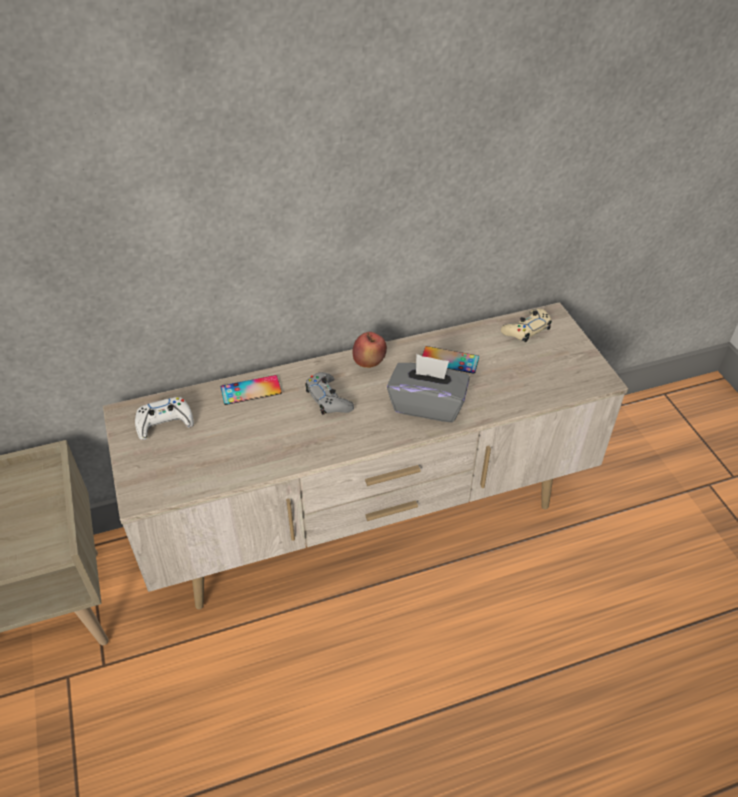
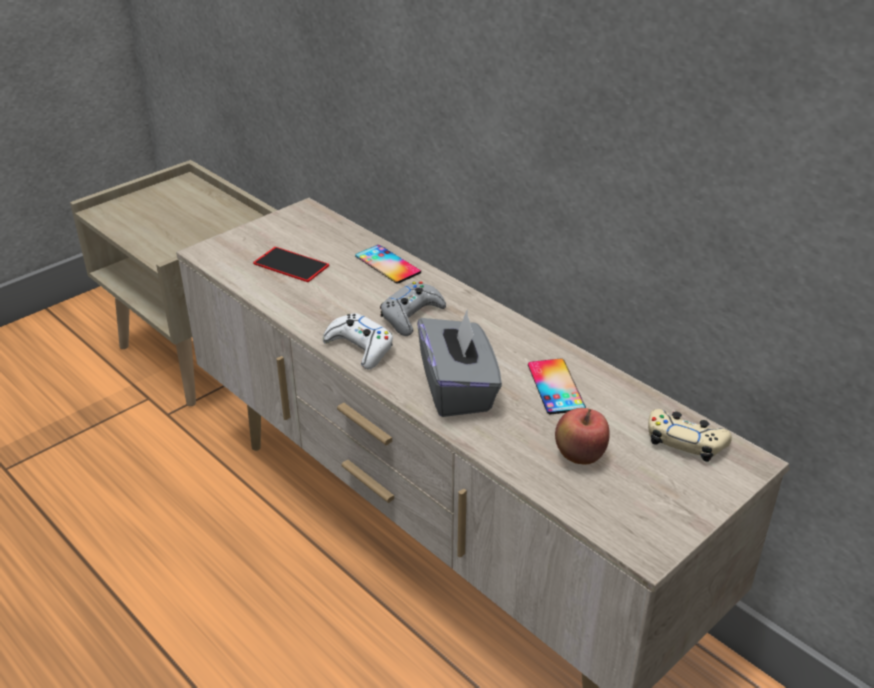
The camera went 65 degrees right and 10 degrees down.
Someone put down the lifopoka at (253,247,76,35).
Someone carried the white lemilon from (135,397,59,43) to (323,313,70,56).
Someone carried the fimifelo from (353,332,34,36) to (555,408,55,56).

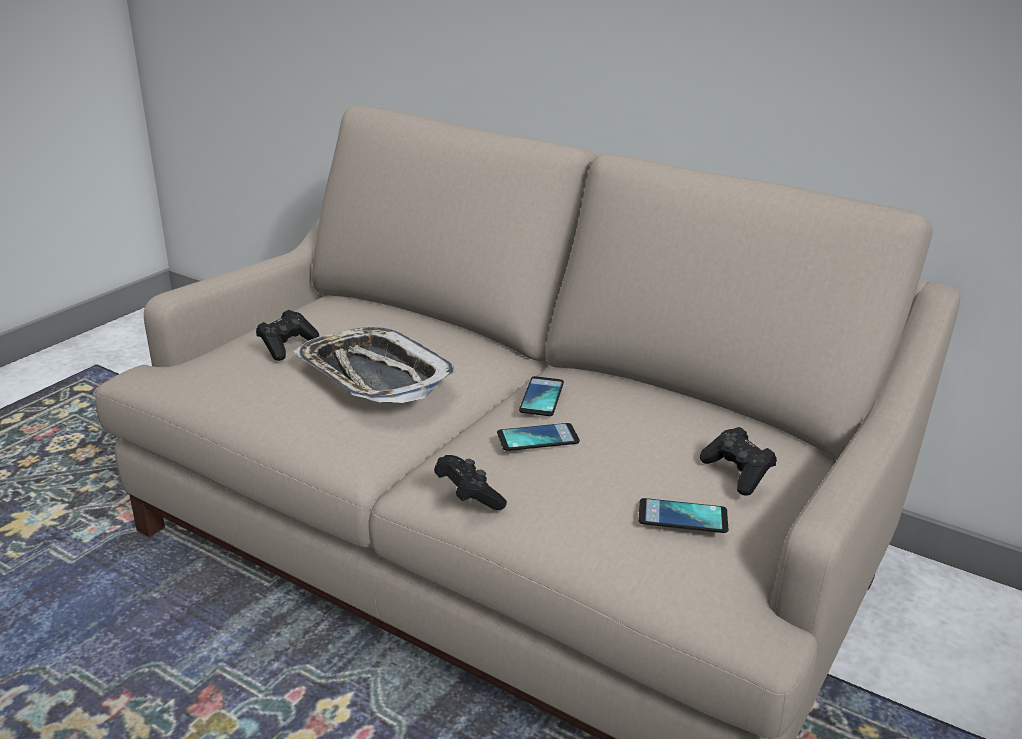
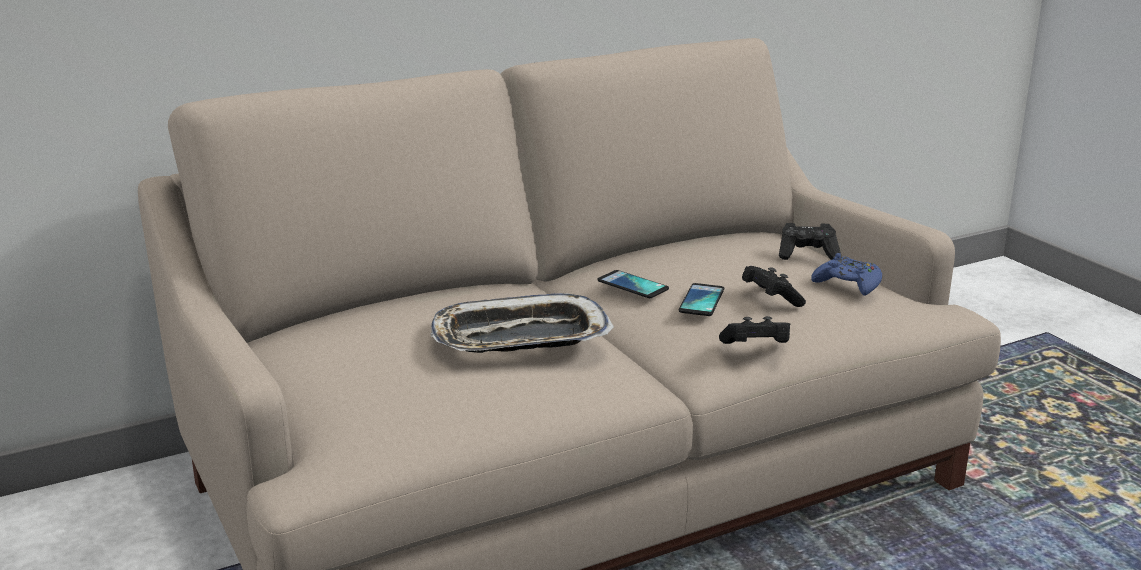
The camera went 60 degrees left and 5 degrees down.
Someone carried the black lemilon from (256,310,63,51) to (742,266,64,41).
Someone swapped the lifopoka at (638,498,90,35) for the blue lemilon at (811,253,71,43).

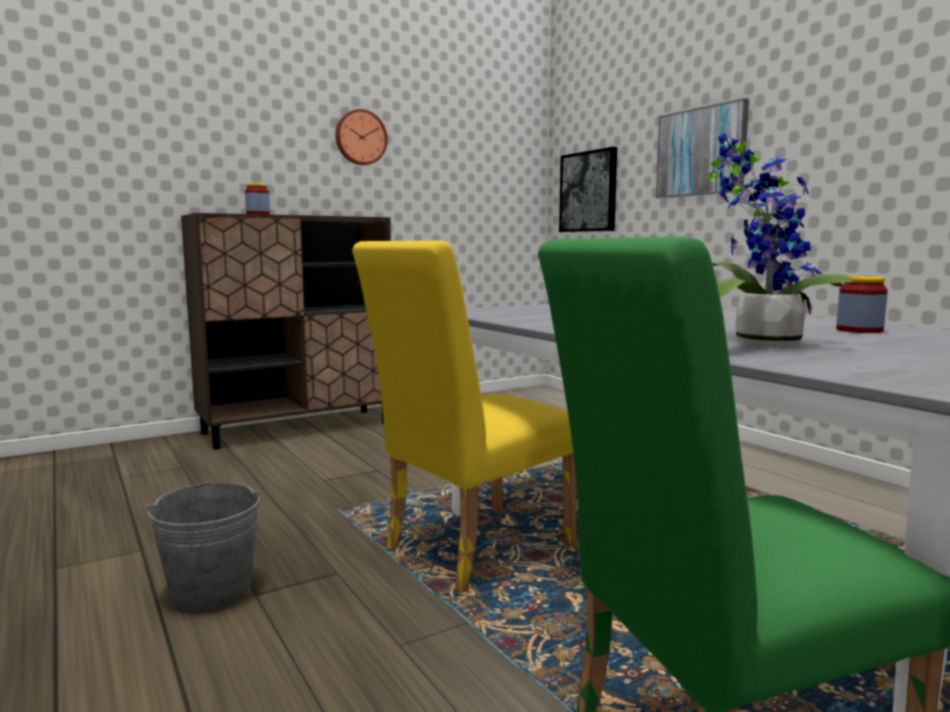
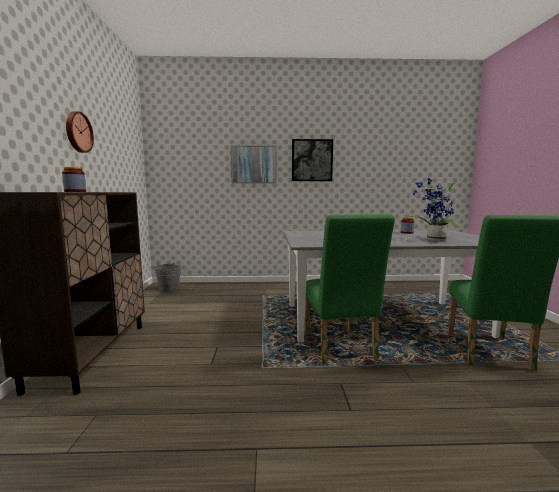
The camera went 60 degrees left and 0 degrees up.
Someone carried the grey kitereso from (146,482,115,131) to (155,263,26,29).
Someone carried the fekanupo from (559,147,58,85) to (292,139,41,42).
Someone repainted the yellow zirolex at (352,241,225,352), which became the green zirolex at (305,214,90,151).

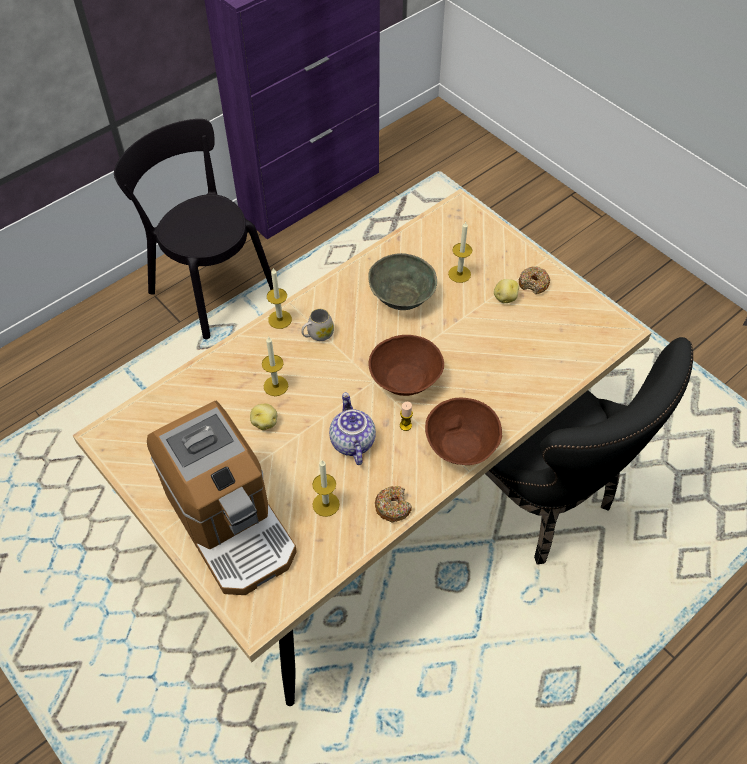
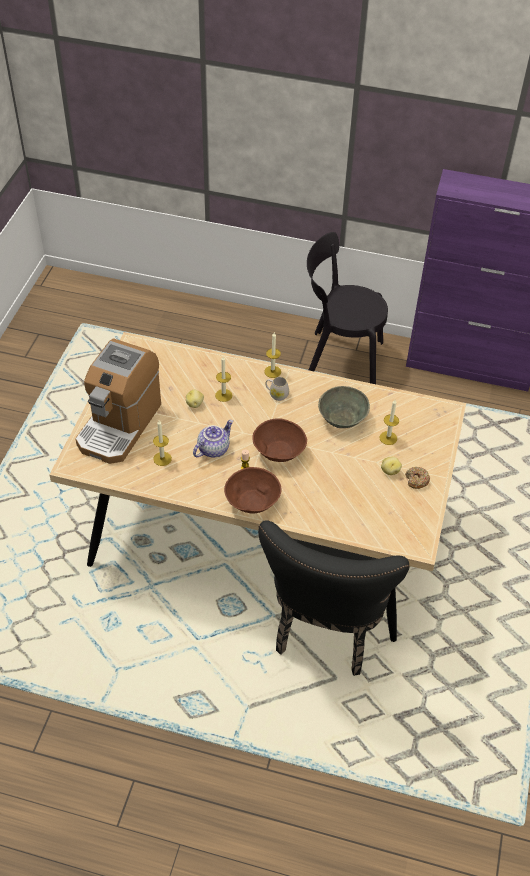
The camera went 55 degrees right and 5 degrees down.
Someone rotated the black zirolex at (114,119,159,220) by 90 degrees counterclockwise.
Someone took away the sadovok at (375,486,37,36).

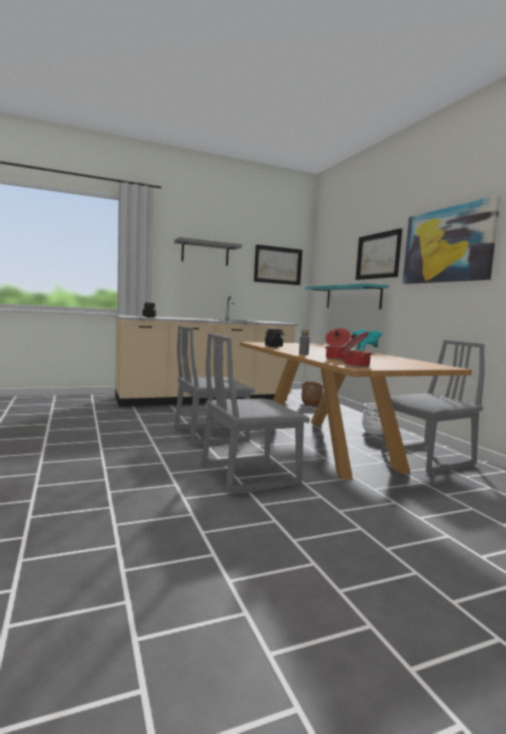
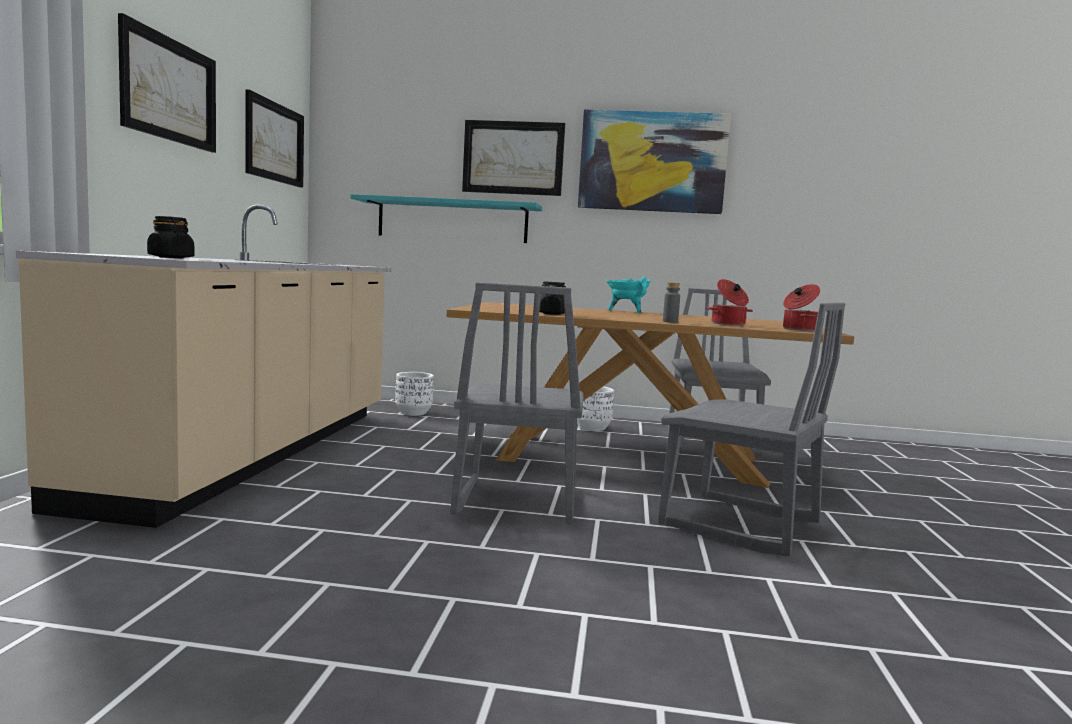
The camera went 60 degrees left and 0 degrees up.
Someone swapped the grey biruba at (174,237,68,29) for the fekanupo at (118,13,98,140).
Someone repainted the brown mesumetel at (301,382,22,24), which became the white mesumetel at (395,372,39,44).
Someone rotated the grey zirolex at (201,333,109,161) by 60 degrees counterclockwise.

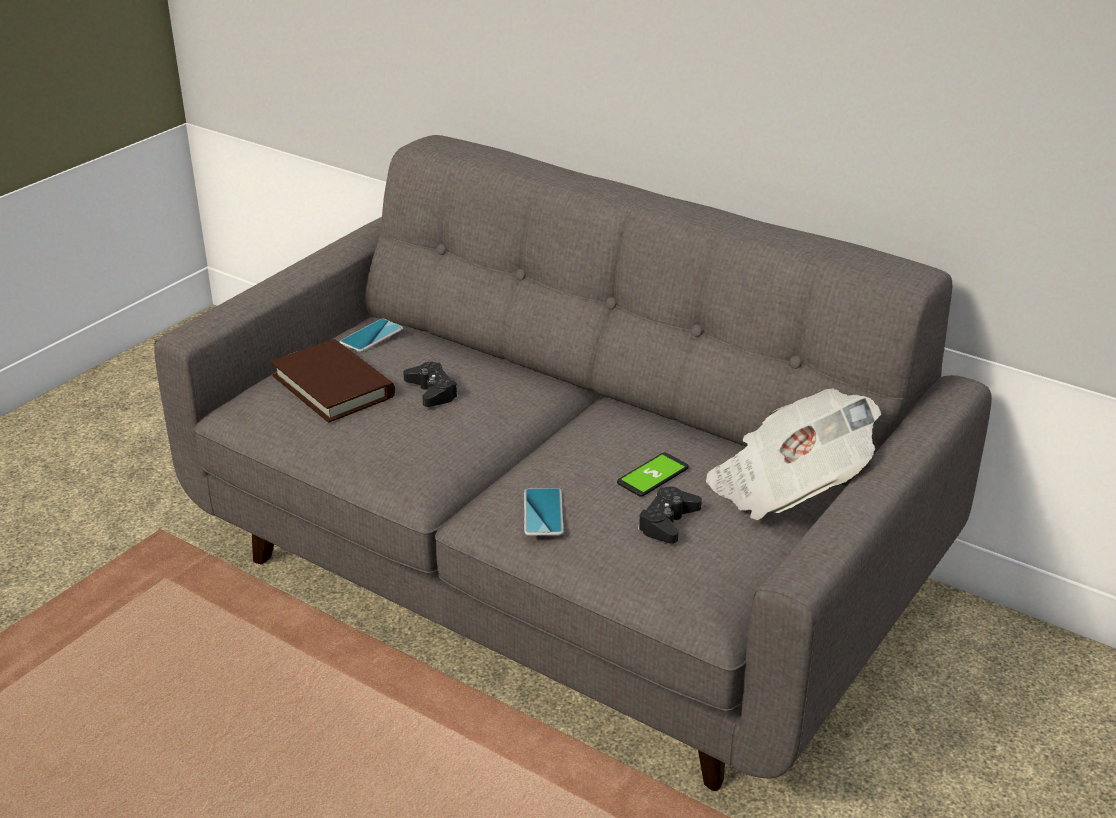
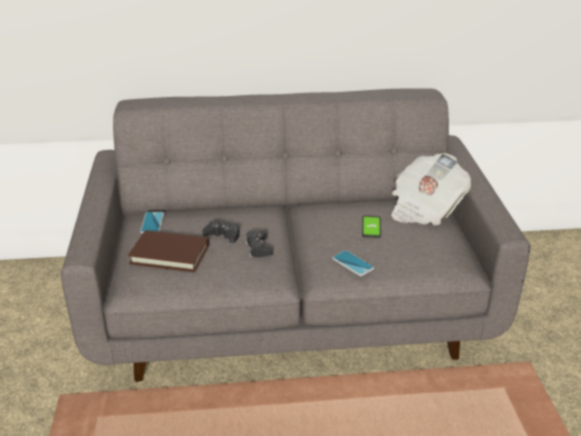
The camera went 40 degrees left and 0 degrees up.
Someone carried the black lemilon from (638,487,64,57) to (245,230,29,28).

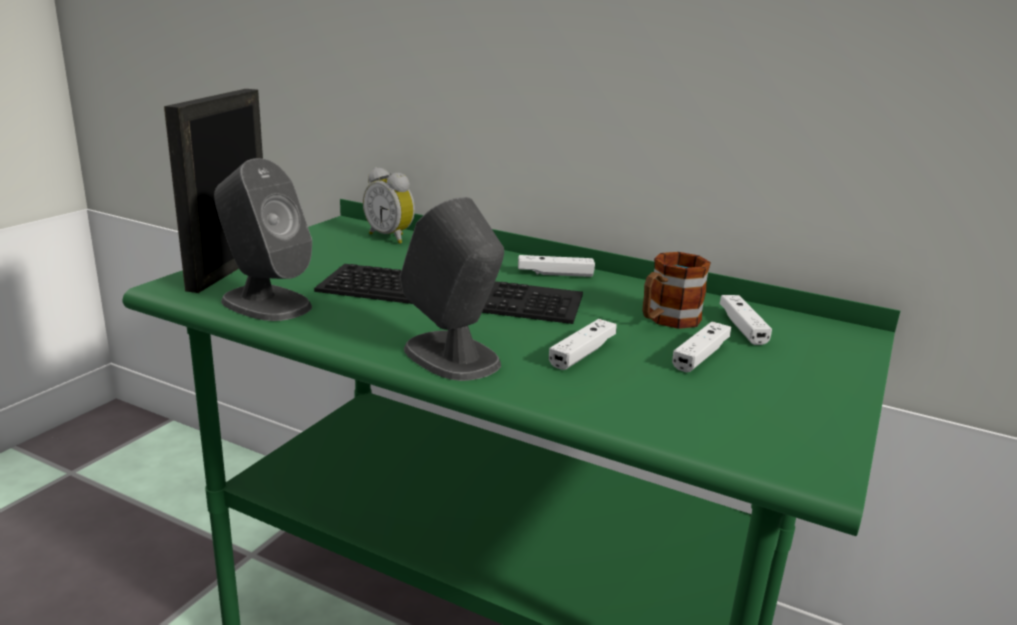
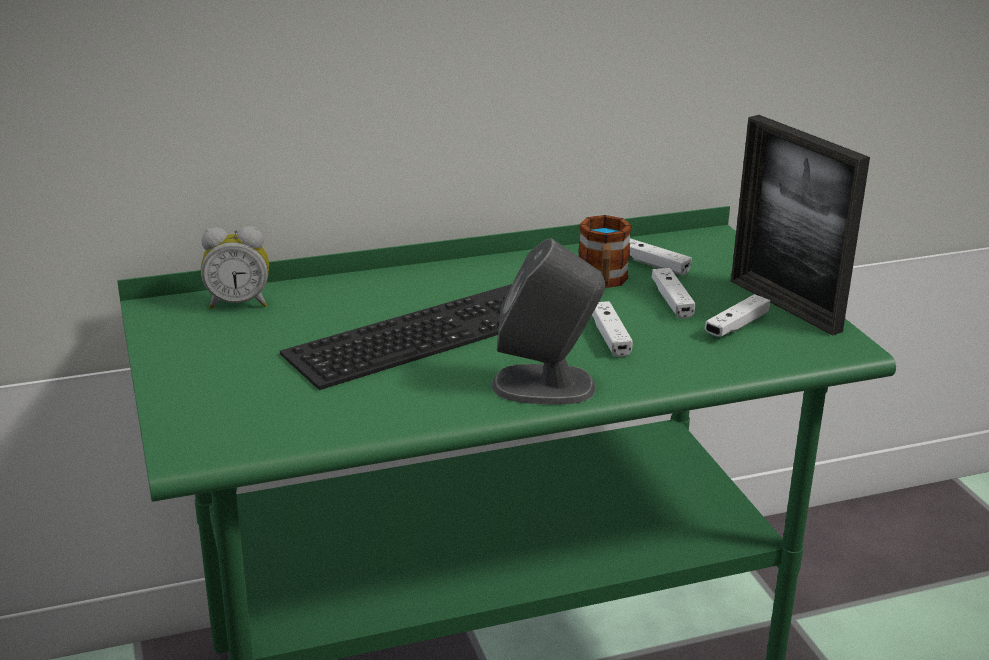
The camera went 45 degrees left and 5 degrees up.
Someone carried the white lemilon from (518,255,77,22) to (705,294,65,43).
Someone carried the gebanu from (164,89,99,204) to (731,115,139,221).
Someone took away the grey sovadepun at (214,158,98,163).

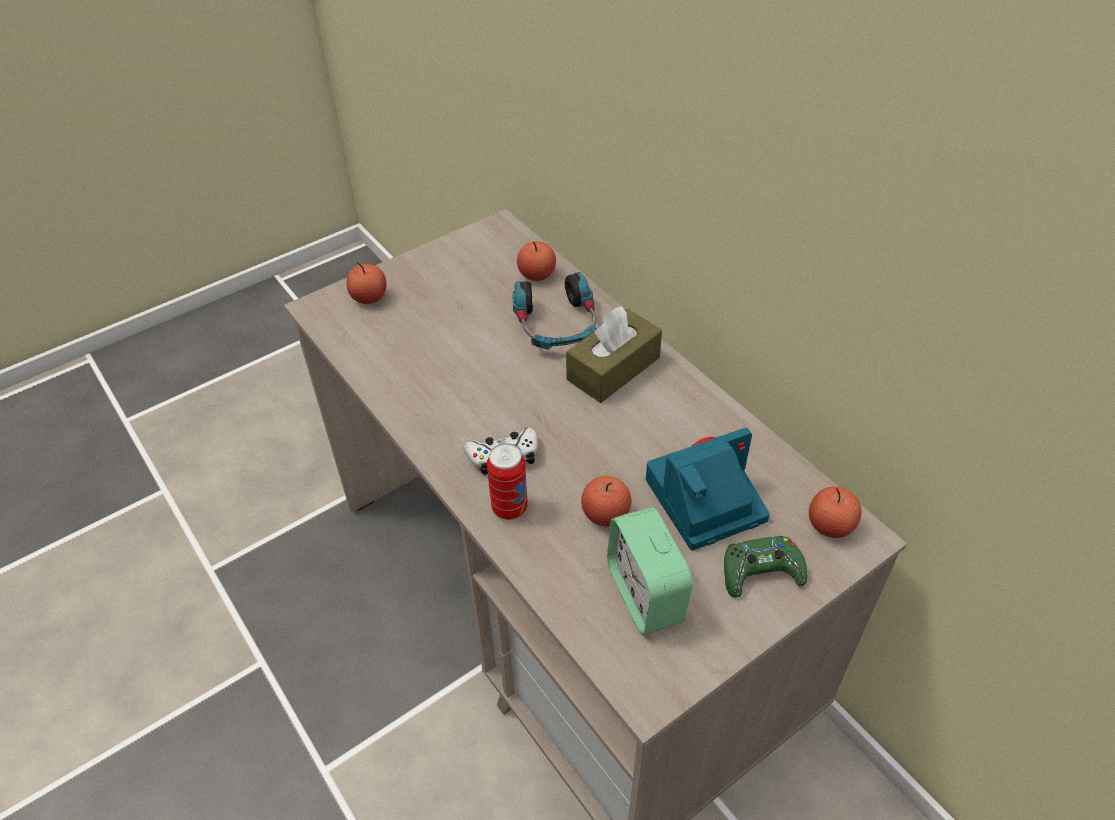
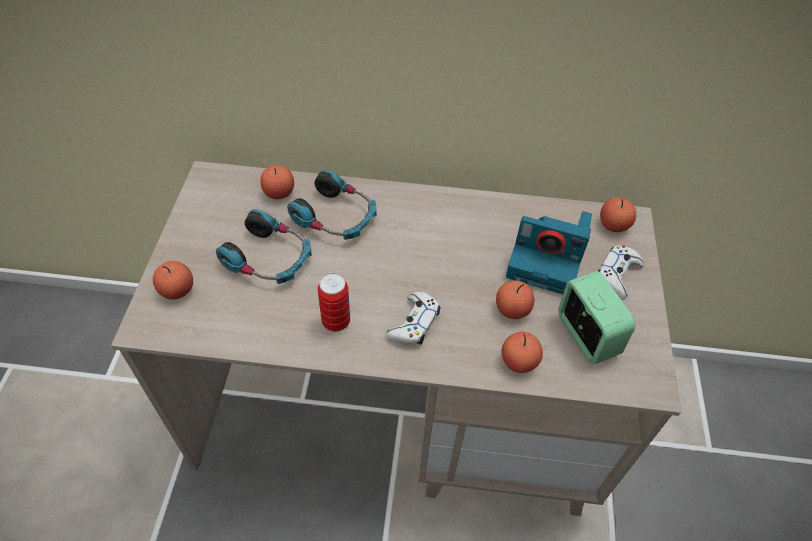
The camera went 50 degrees left and 5 degrees up.
Someone put down the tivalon at (216,209,95,75).
Someone carried the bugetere from (487,443,41,77) to (318,273,32,59).
Someone put down the fimifelo at (501,332,42,41).
Someone rotated the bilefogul at (646,428,124,123) by 90 degrees counterclockwise.
Someone rotated the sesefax at (607,507,86,128) by 135 degrees counterclockwise.
Someone repainted the green lemilon at (724,536,83,61), which became the white lemilon at (598,245,46,55).
Someone took away the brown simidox at (566,306,96,97).

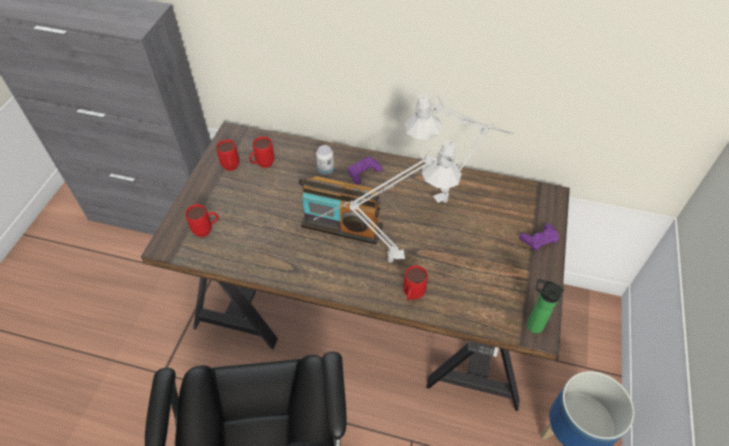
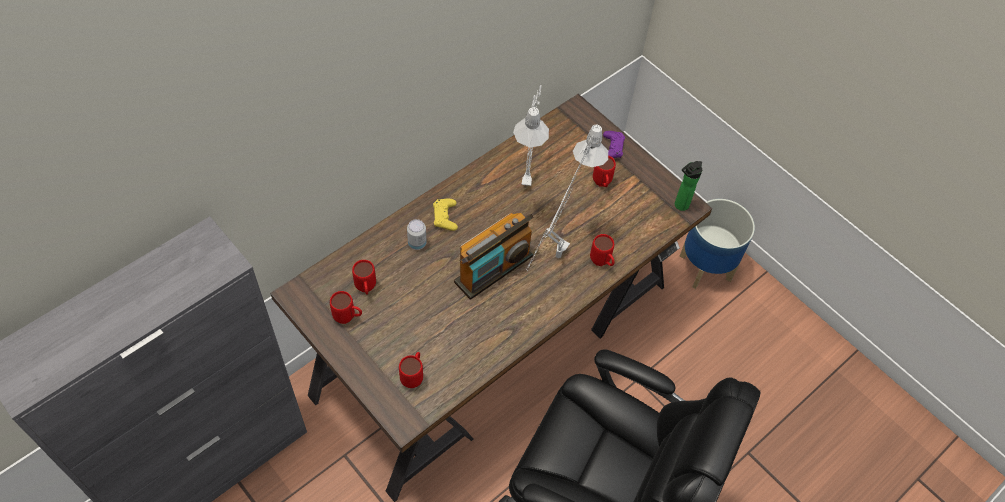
The camera went 60 degrees left and 5 degrees up.
Someone repainted the purple lemilon at (348,157,34,28), which became the yellow lemilon at (433,198,25,33).
Someone put down the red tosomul at (593,155,23,32).

